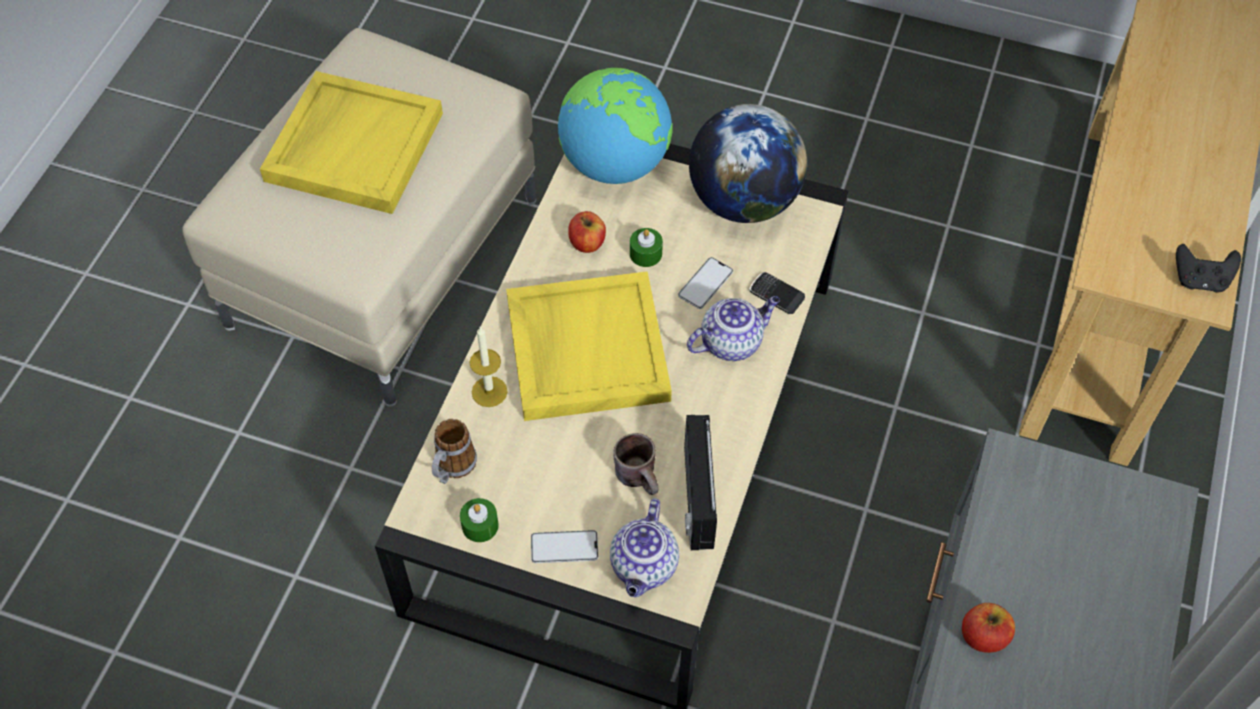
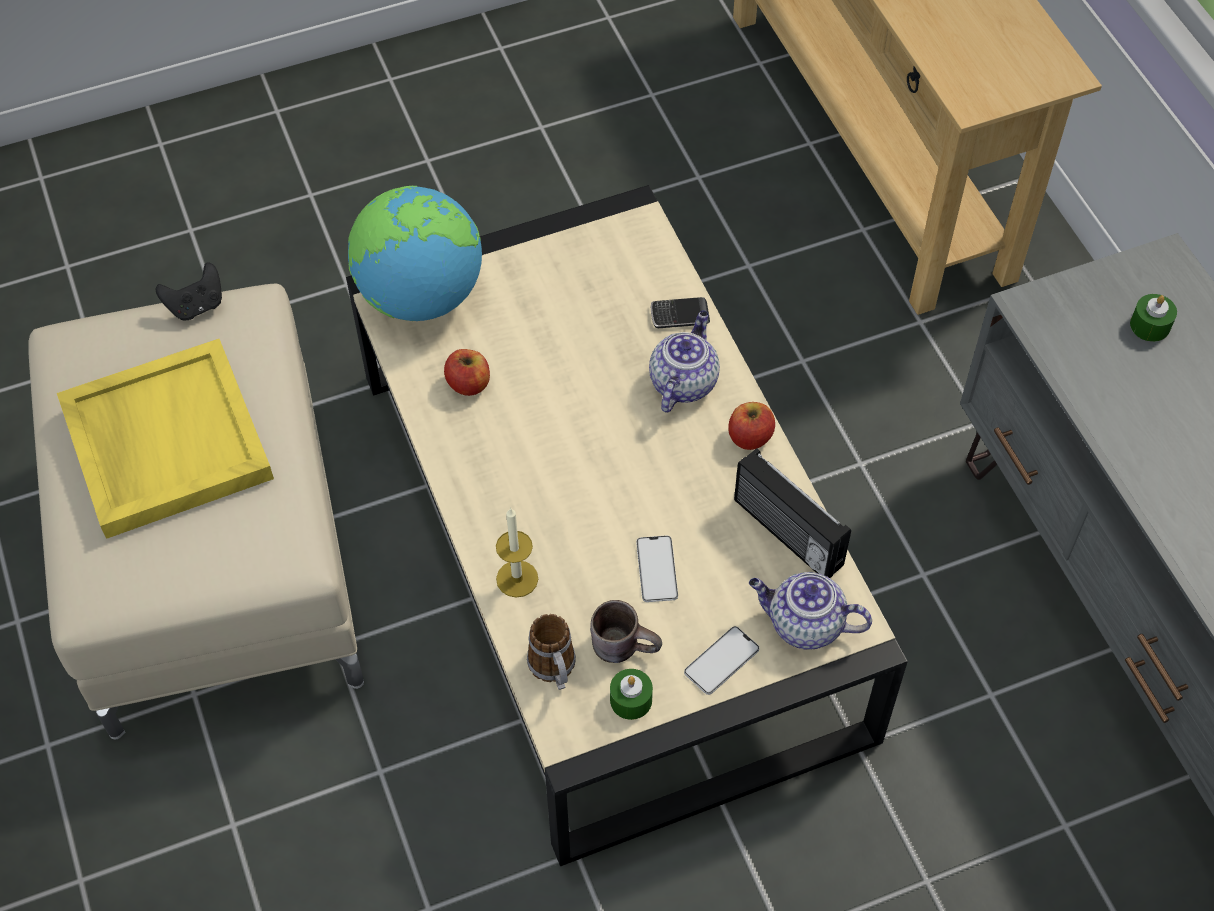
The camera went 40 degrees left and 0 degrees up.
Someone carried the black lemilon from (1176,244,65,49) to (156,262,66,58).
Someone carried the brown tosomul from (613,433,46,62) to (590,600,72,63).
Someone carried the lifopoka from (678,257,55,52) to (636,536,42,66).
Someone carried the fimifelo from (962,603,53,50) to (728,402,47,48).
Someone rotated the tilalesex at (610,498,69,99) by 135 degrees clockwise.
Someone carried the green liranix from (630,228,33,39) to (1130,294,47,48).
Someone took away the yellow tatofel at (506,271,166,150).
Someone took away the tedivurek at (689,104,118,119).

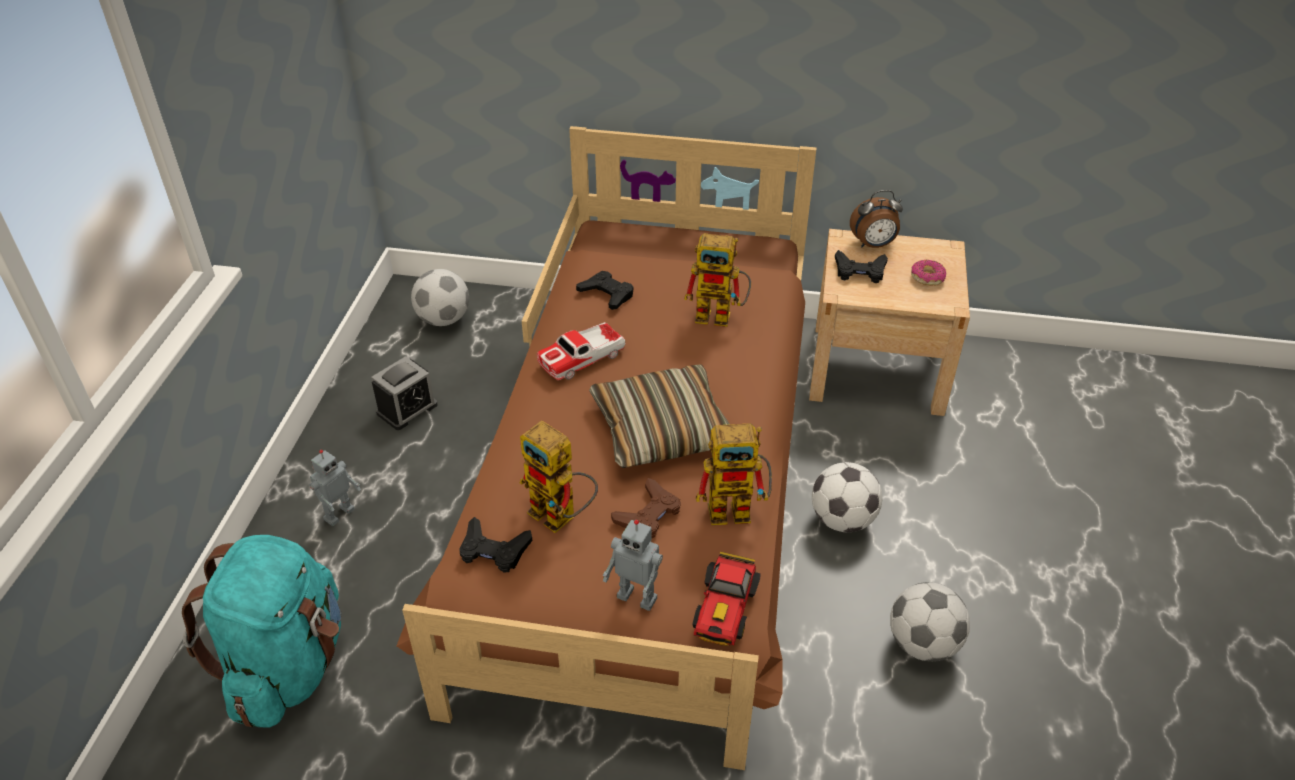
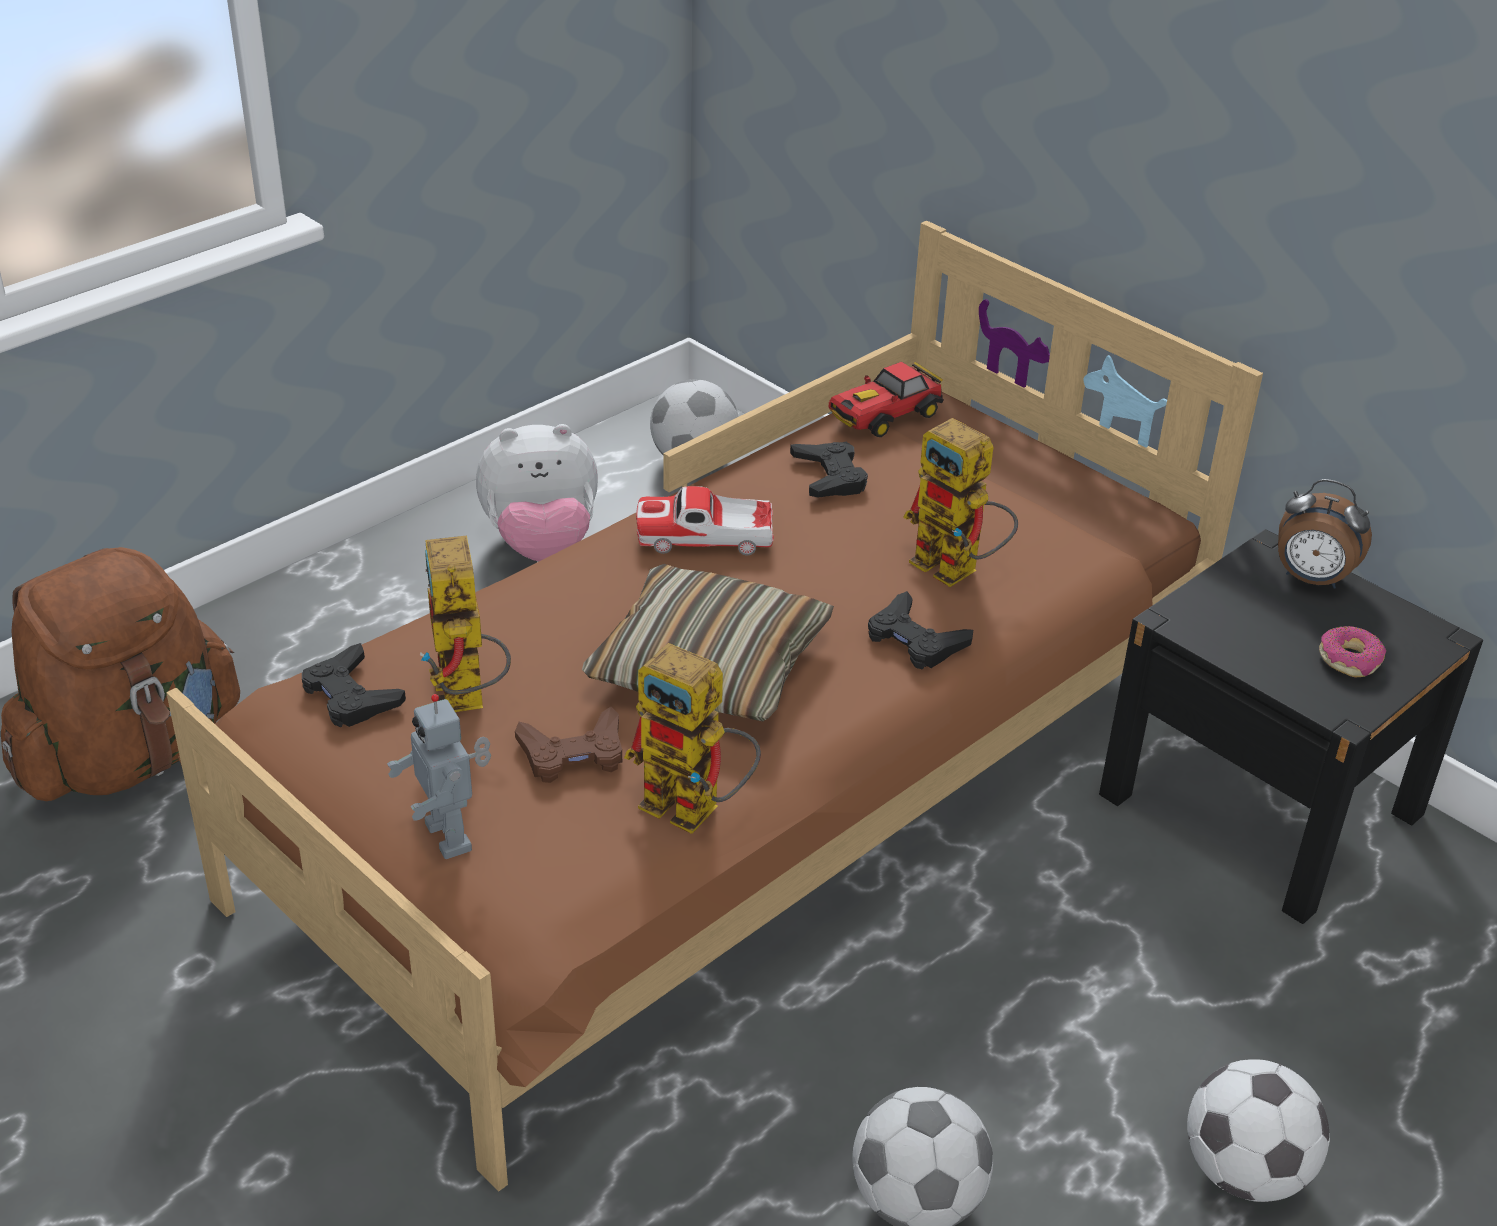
The camera went 35 degrees right and 5 degrees down.
Someone repainted the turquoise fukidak at (182,535,160,193), which became the brown fukidak at (1,547,239,254).
Someone swapped the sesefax at (371,356,67,74) for the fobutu at (476,424,122,137).
Someone carried the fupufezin from (692,552,69,94) to (828,361,116,76).
Someone carried the black lemilon from (835,250,53,33) to (868,591,105,78).
Someone repainted the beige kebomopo at (809,229,161,187), which became the black kebomopo at (1099,529,384,395).
Someone carried the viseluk from (812,462,70,70) to (1187,1059,143,143).
Someone took away the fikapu at (309,450,52,76).

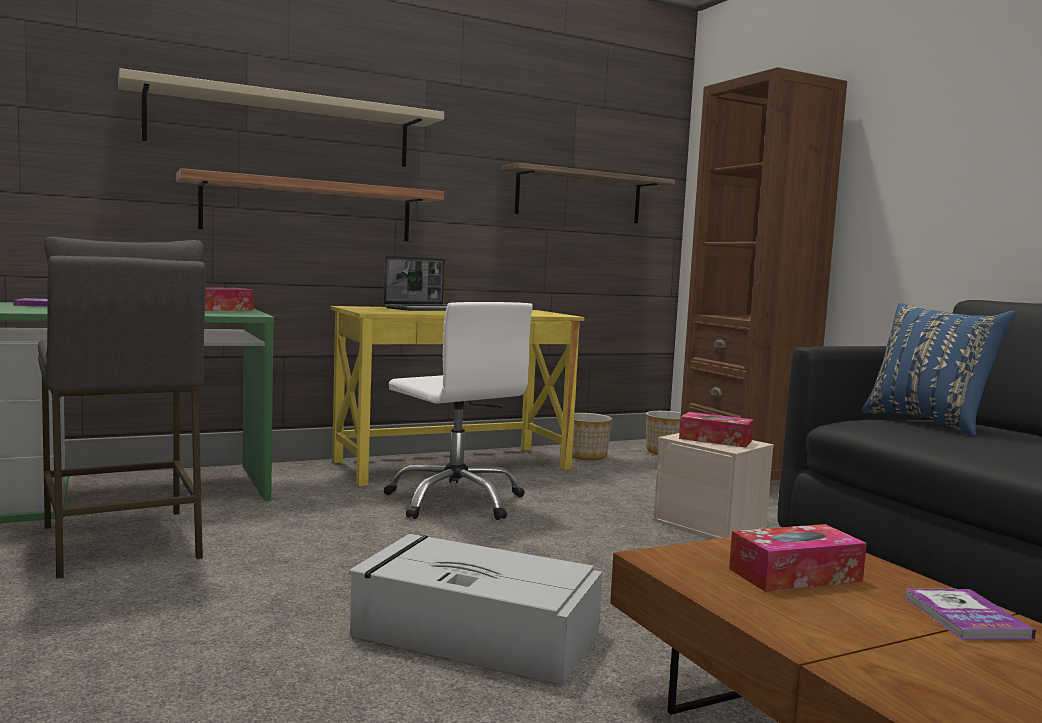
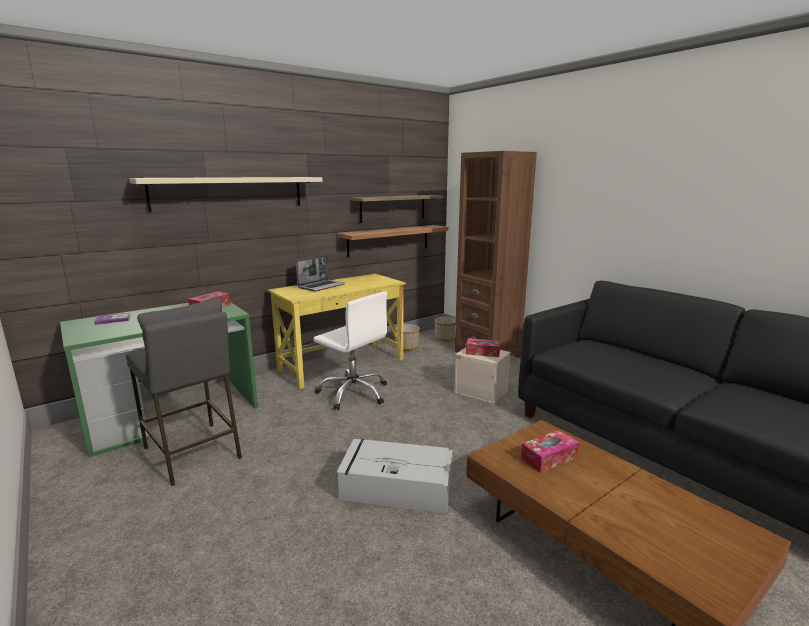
The camera went 10 degrees left and 10 degrees up.
Someone carried the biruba from (176,168,268,73) to (338,225,110,32).
Someone took away the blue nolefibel at (861,303,154,134).
Someone took away the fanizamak at (905,588,131,52).

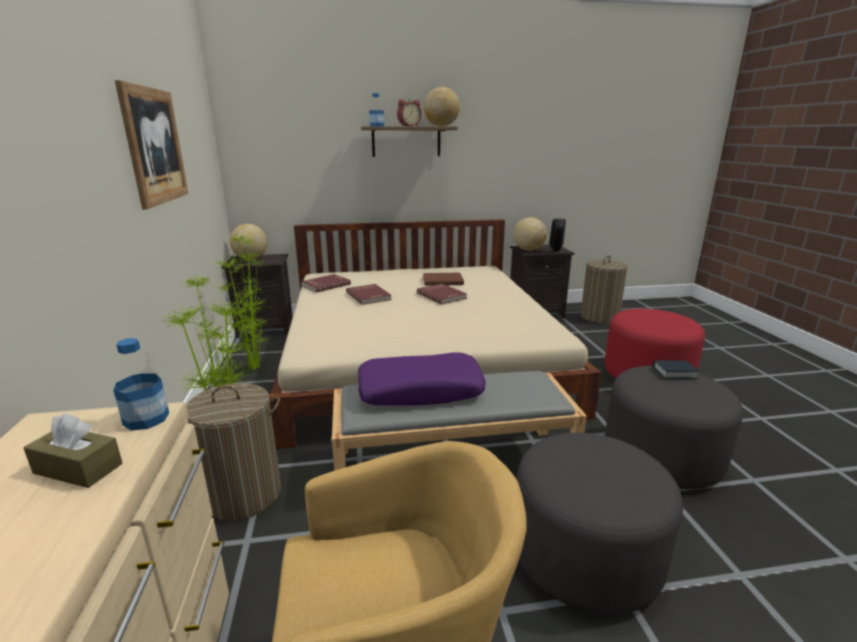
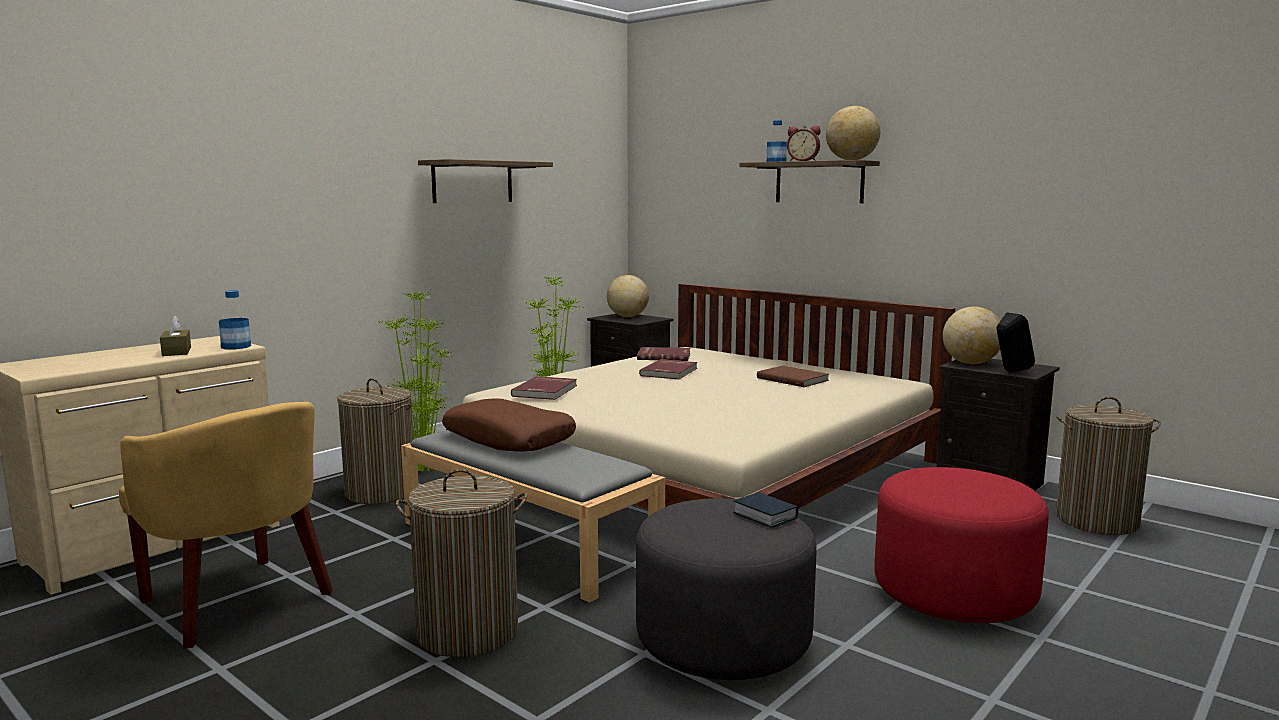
The camera went 50 degrees right and 10 degrees down.
Someone swapped the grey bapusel at (517,433,166,182) for the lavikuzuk at (396,469,132,188).
Someone swapped the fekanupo at (115,80,73,130) for the biruba at (418,159,135,44).
Someone repainted the purple nolefibel at (358,352,128,54), which became the brown nolefibel at (442,398,134,54).
Someone carried the red fanizamak from (417,284,50,21) to (511,376,66,24).

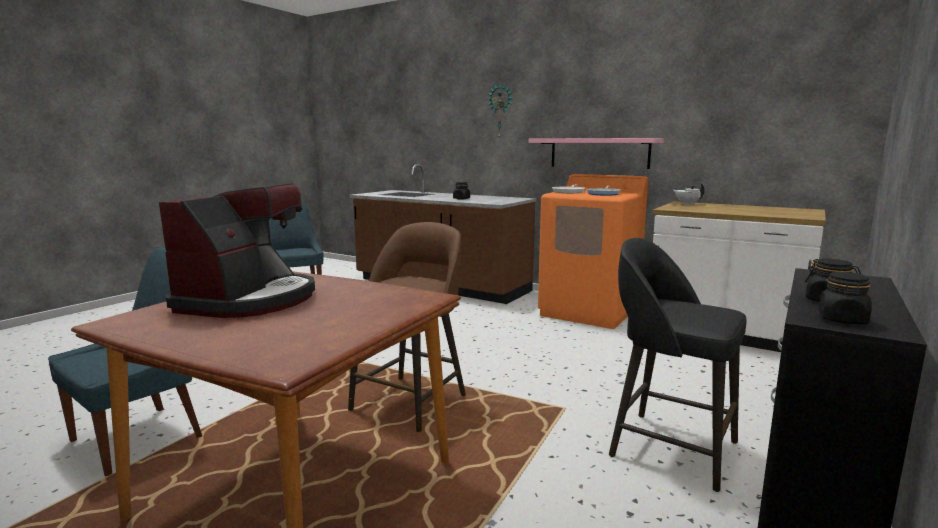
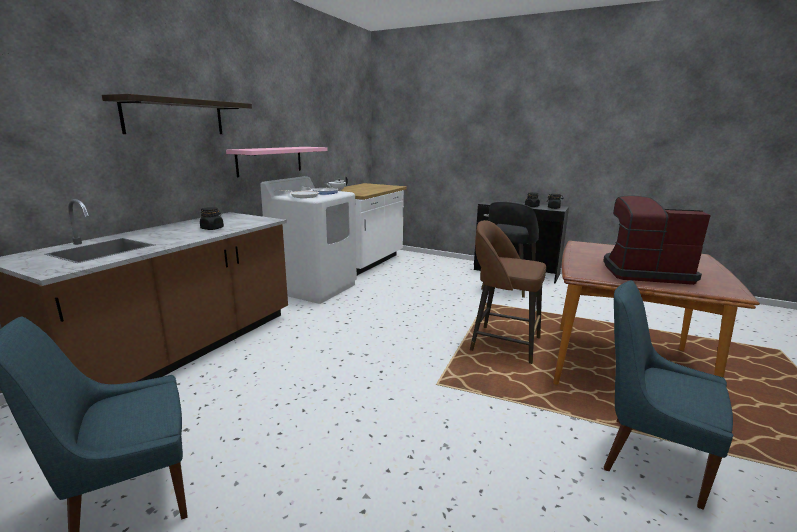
The camera went 95 degrees left and 5 degrees up.
Someone swapped the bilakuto at (487,83,26,57) for the biruba at (102,94,150,40).
Someone repainted the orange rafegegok at (538,174,110,155), which became the white rafegegok at (260,176,97,128).

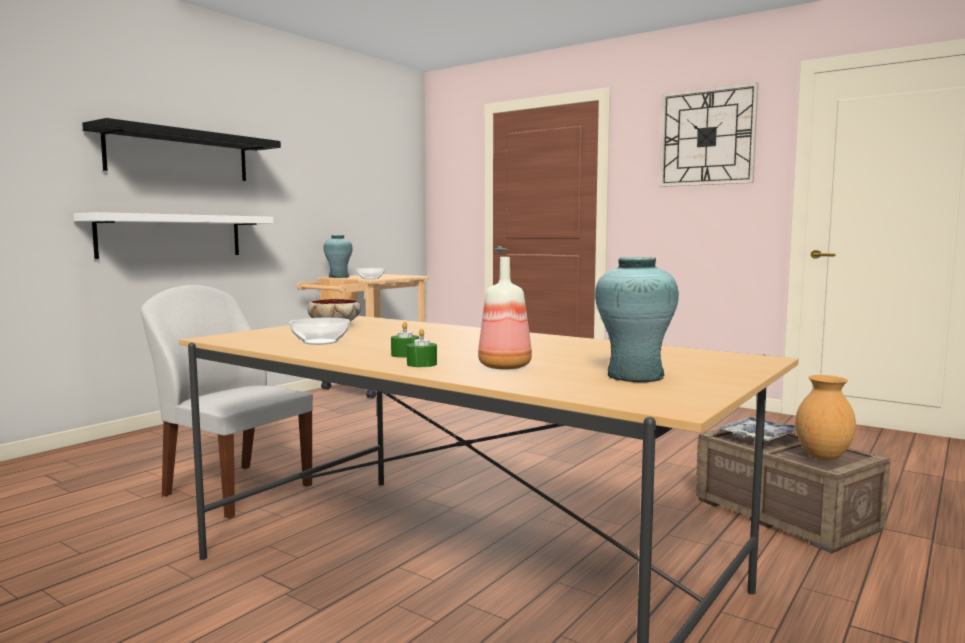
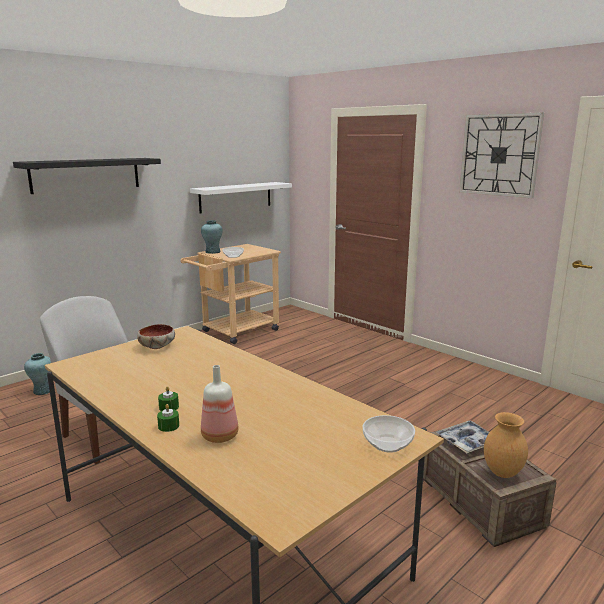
The camera went 10 degrees right and 10 degrees up.
Someone carried the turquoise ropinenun from (595,257,84,125) to (24,353,27,42).
Someone carried the white biruba from (74,212,199,47) to (190,182,102,32).
Someone carried the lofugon from (289,318,61,27) to (363,415,52,38).

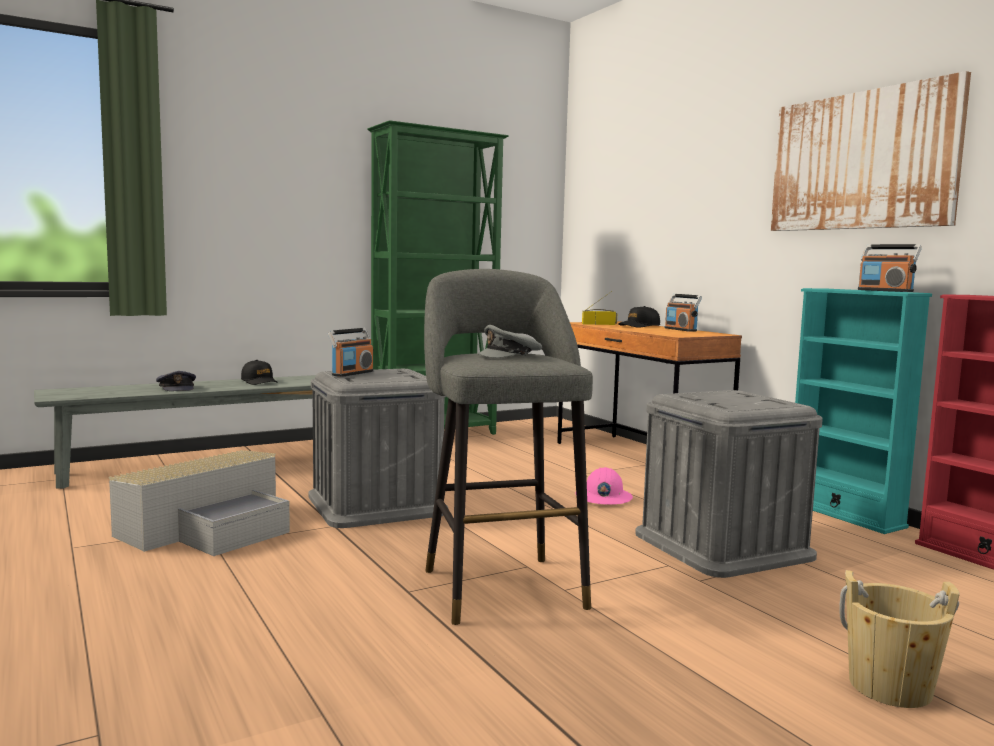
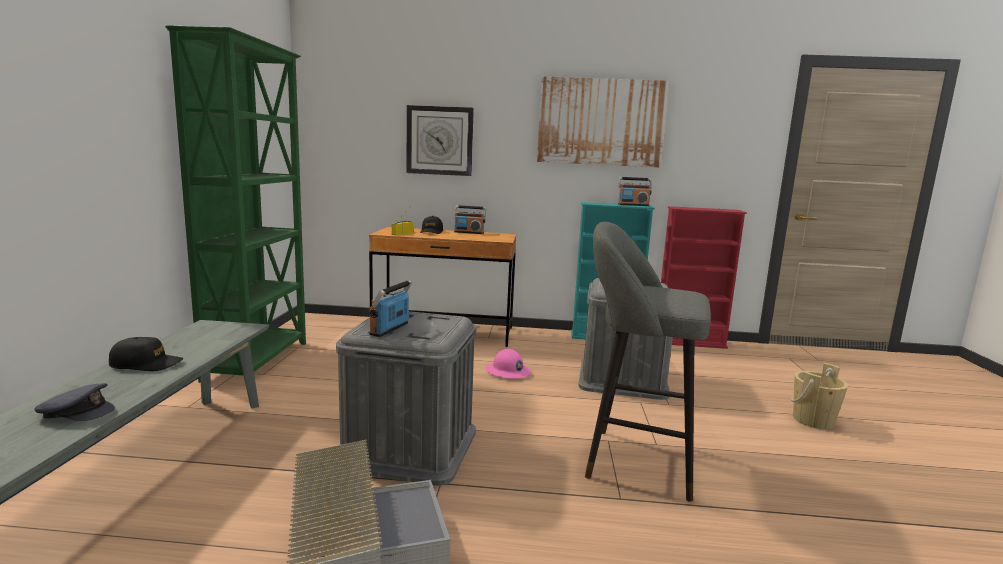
The camera went 55 degrees left and 5 degrees up.
Someone rotated the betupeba at (328,328,46,49) by 135 degrees counterclockwise.
Someone put up the bilakuto at (406,105,68,71).
Someone took away the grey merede at (478,325,64,33).

